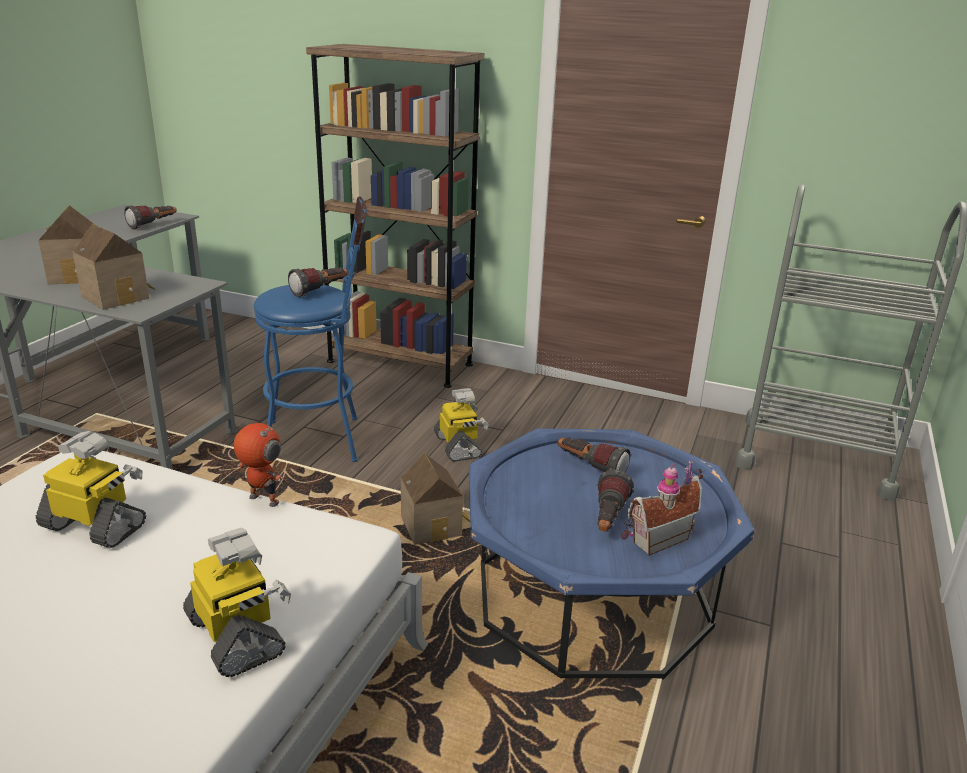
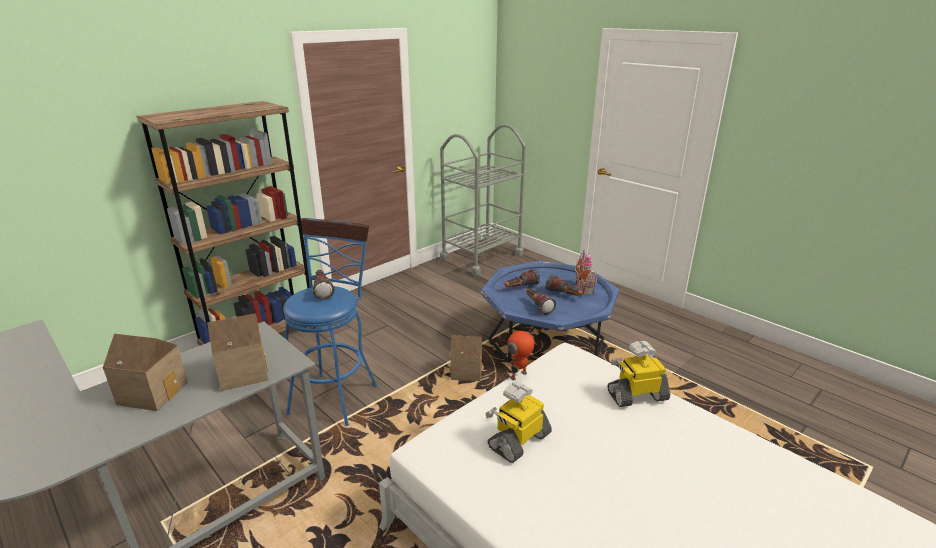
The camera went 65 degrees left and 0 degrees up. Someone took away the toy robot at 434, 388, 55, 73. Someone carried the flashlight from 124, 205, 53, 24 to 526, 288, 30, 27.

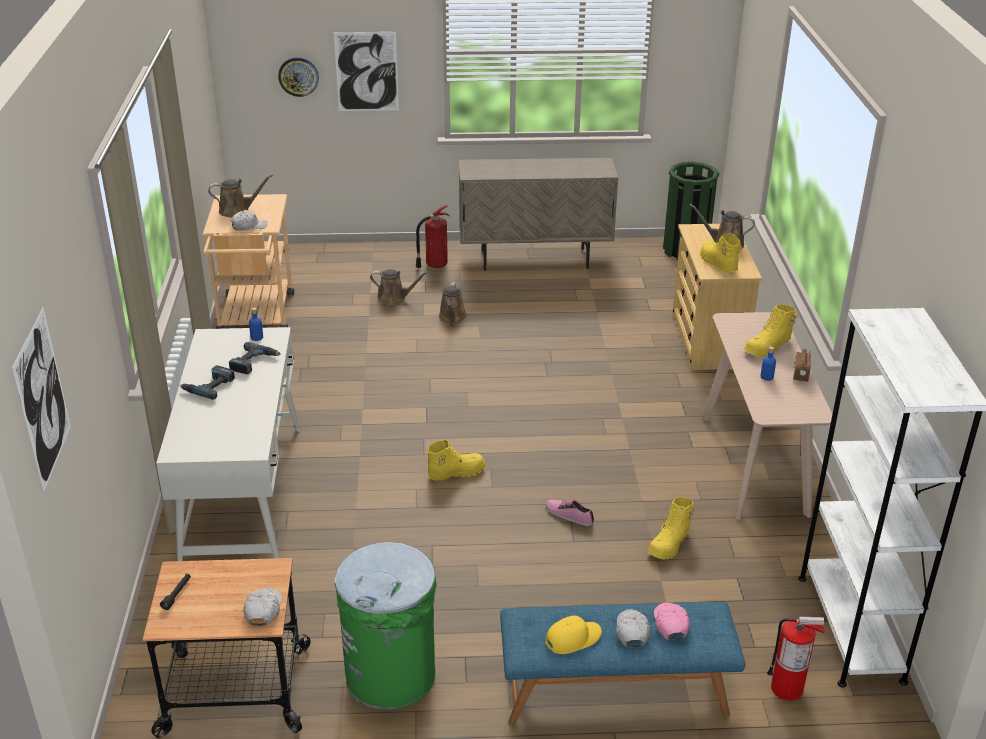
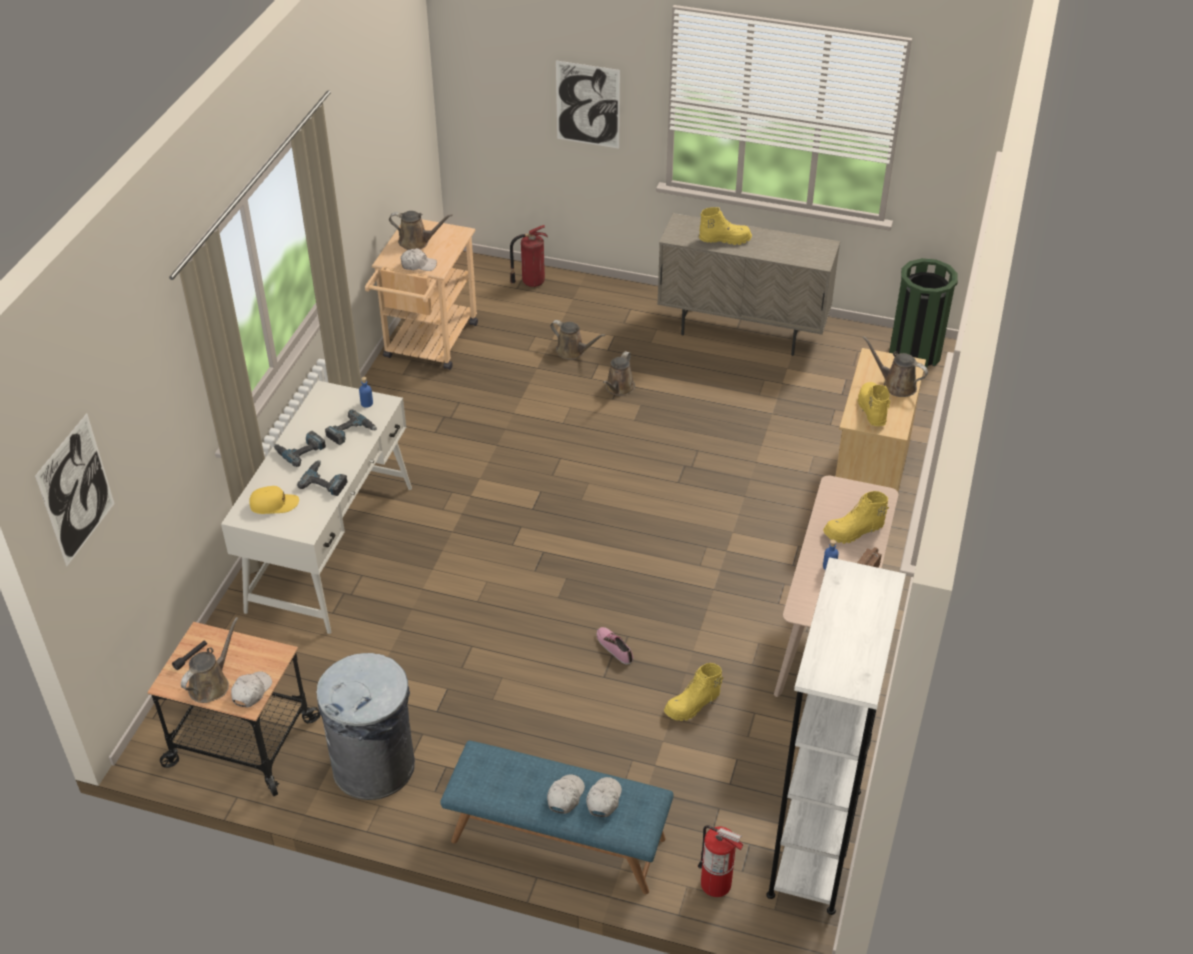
The camera went 20 degrees right and 10 degrees up. Someone took away the wall clock at 278, 57, 41, 40. Someone put down the brown watering can at 181, 617, 57, 86. Someone put down the power drill at 297, 460, 51, 36. Someone carried the fire extinguisher from 416, 205, 34, 63 to 510, 225, 38, 62. Someone carried the yellow boot from 428, 439, 58, 42 to 699, 207, 53, 38. Someone carried the yellow cap from 545, 616, 57, 38 to 249, 486, 50, 28. Someone repainted the green trash can at 335, 542, 102, 169, which became the grey trash can at 317, 653, 98, 147. Someone repainted the pink cap at 654, 602, 36, 38, which became the white cap at 586, 777, 36, 40.

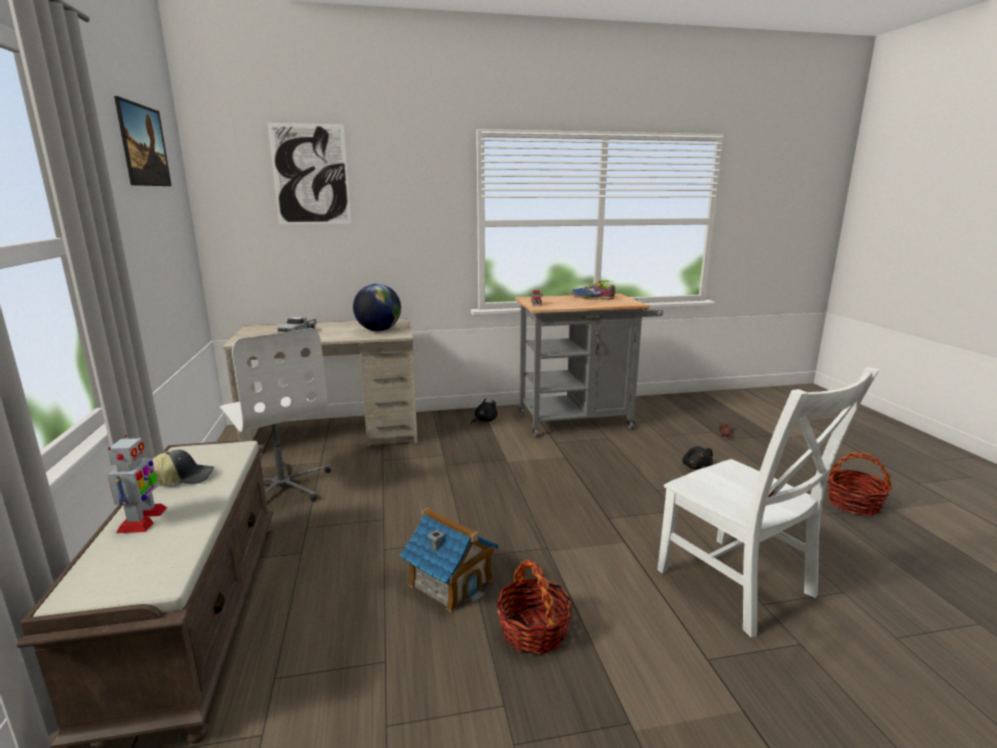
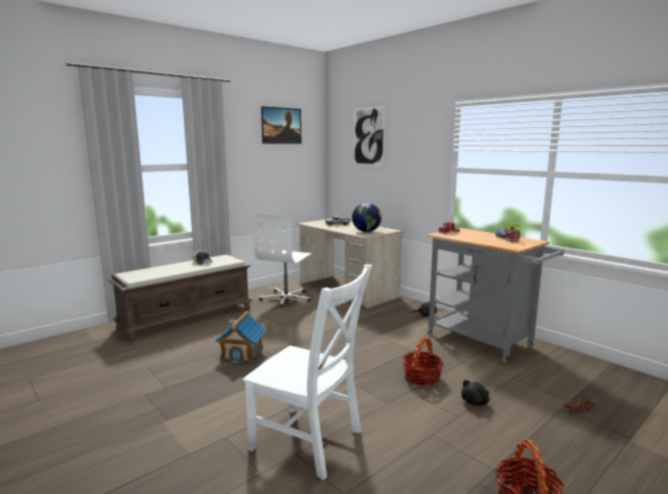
The camera went 60 degrees right and 5 degrees down. Someone took away the toy robot at 108, 435, 59, 98. Someone carried the basket from 496, 559, 76, 96 to 403, 337, 41, 49. Someone rotated the white chair at 657, 367, 223, 271 by 90 degrees counterclockwise.

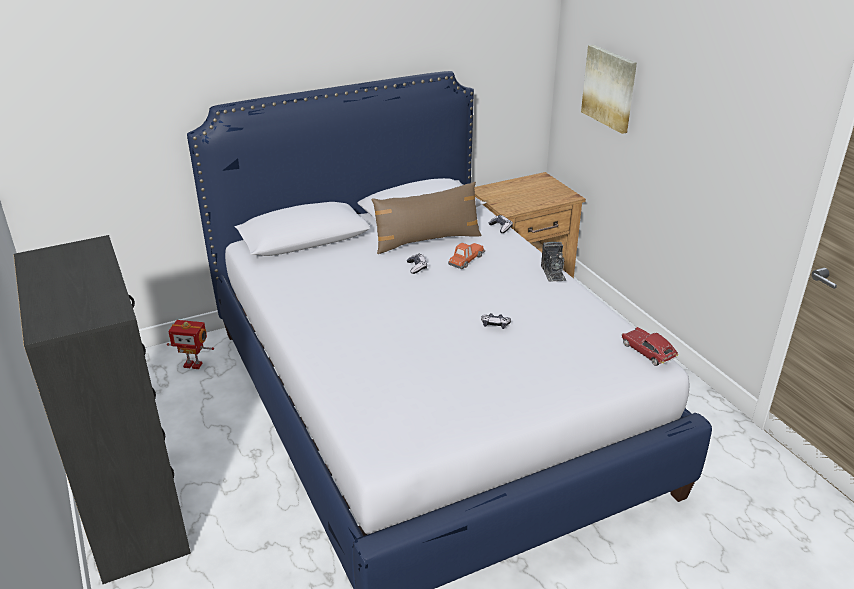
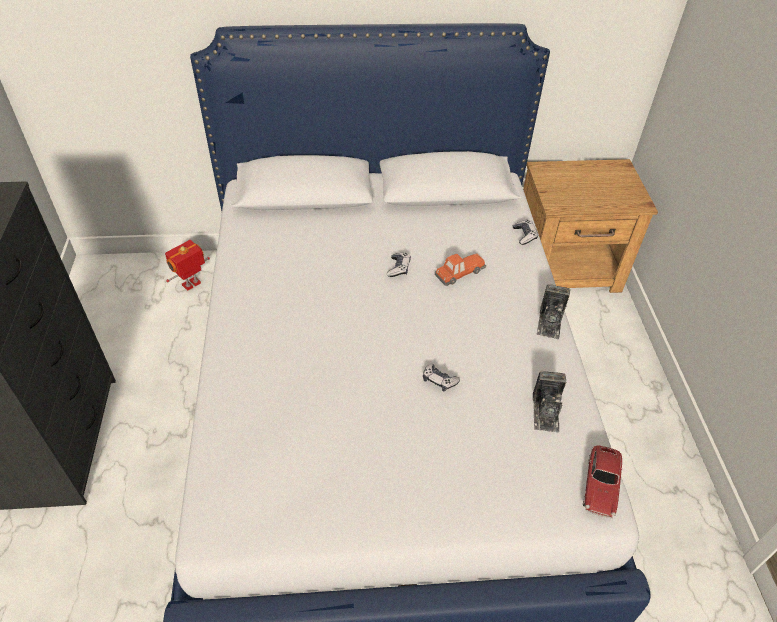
The camera went 20 degrees right and 15 degrees up. Someone took away the brown pillow at 372, 182, 110, 72. Someone took away the picture at 581, 45, 56, 89. Someone put down the photo camera at 533, 371, 33, 61. Someone rotated the toy robot at 167, 320, 47, 49 by 105 degrees clockwise. Someone rotated the toy car at 622, 327, 56, 39 by 150 degrees counterclockwise.

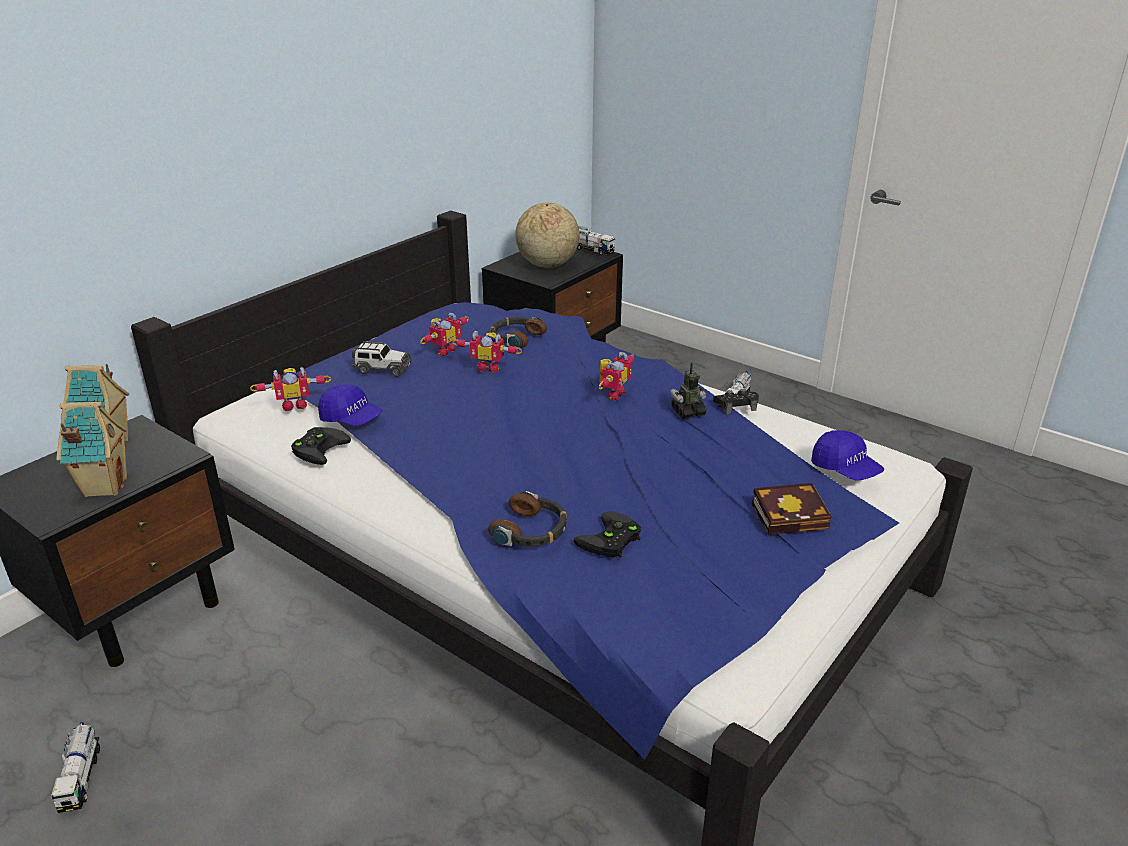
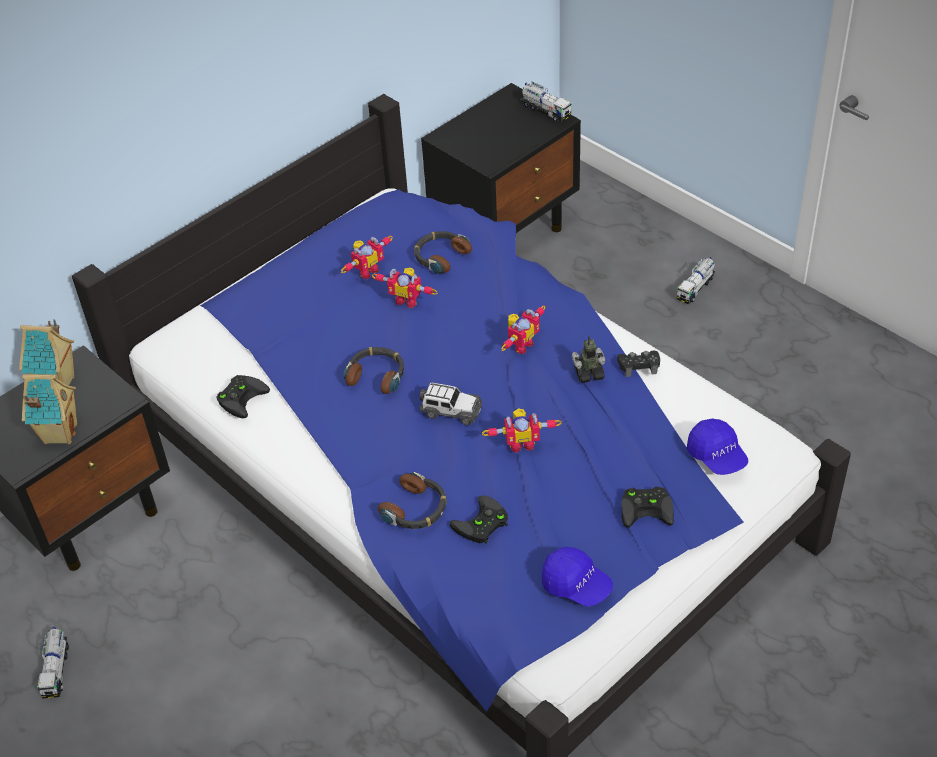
The camera went 10 degrees right and 15 degrees up. Someone took away the globe at 515, 203, 64, 65. Someone put down the headphones at 343, 347, 61, 47. Someone carried the toy robot from 250, 367, 81, 44 to 482, 408, 80, 45. Someone carried the blue cap from 318, 384, 65, 42 to 542, 547, 71, 60. Someone carried the toy car from 352, 341, 59, 36 to 420, 382, 62, 43. Someone swapped the book at 752, 483, 79, 52 for the black game controller at 621, 487, 53, 41.

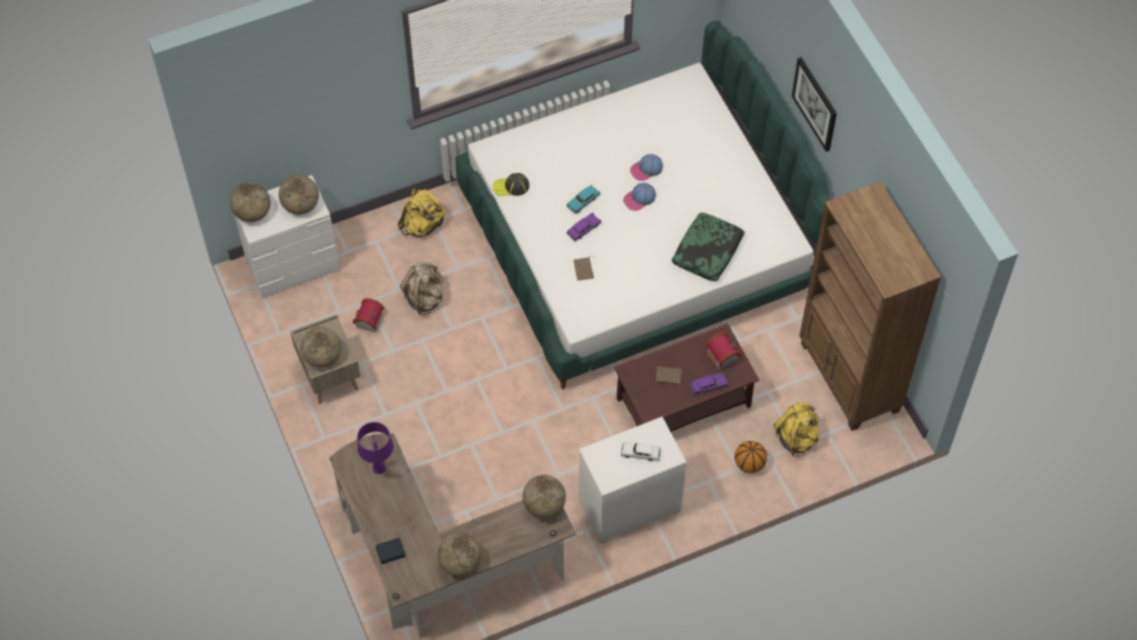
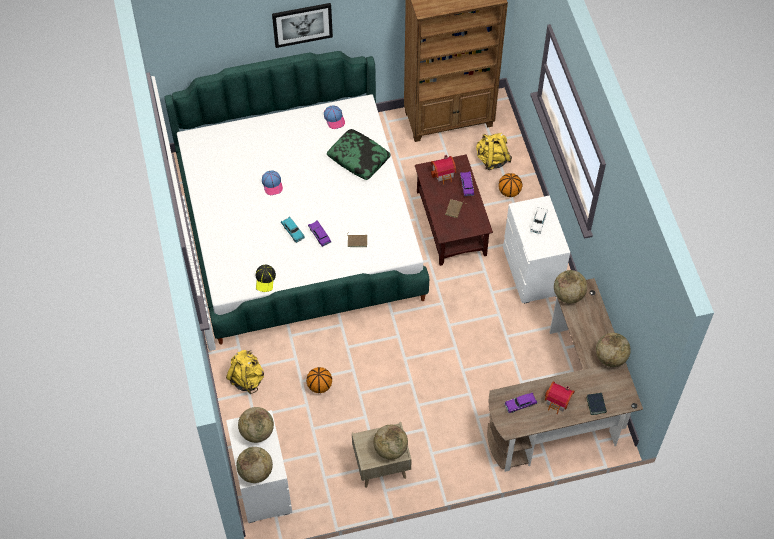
The camera went 80 degrees left and 0 degrees up. Someone carried the toy house from 352, 298, 33, 35 to 545, 381, 30, 33. Someone carried the cap from 623, 183, 33, 28 to 324, 105, 21, 24. Someone swapped the purple table lamp at 357, 422, 36, 52 for the purple toy car at 504, 393, 33, 20. Someone swapped the beige backpack at 400, 261, 43, 54 for the basketball at 306, 367, 26, 26.

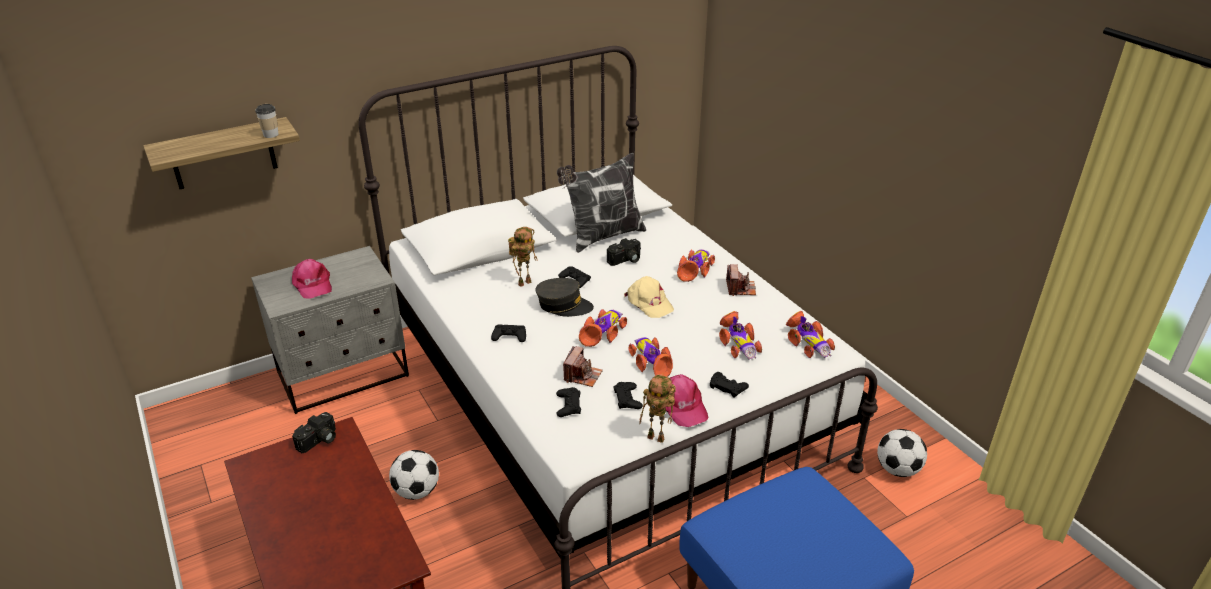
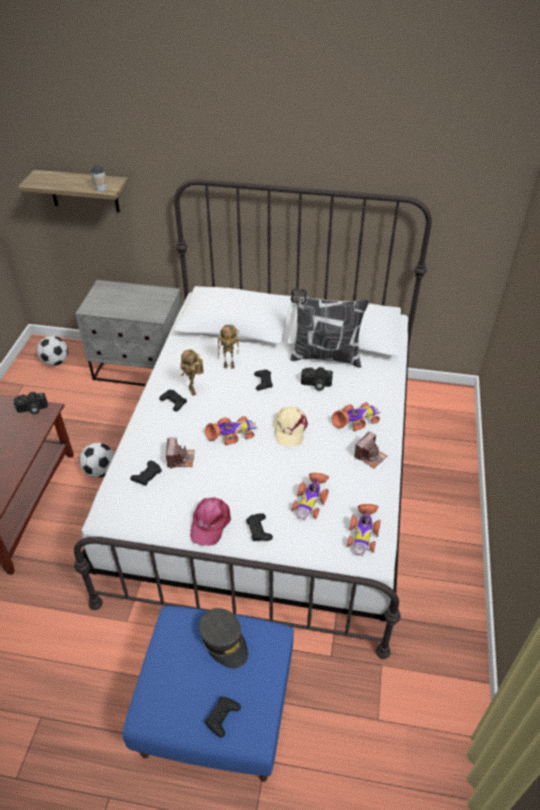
The camera went 40 degrees right and 10 degrees up. Someone took away the pink cap at 292, 259, 40, 40. Someone took away the toy car at 628, 337, 45, 40. Someone carried the grey cap from 535, 278, 59, 39 to 199, 608, 49, 61. Someone carried the black game controller from 613, 382, 30, 27 to 205, 697, 36, 41. Someone carried the toy robot from 639, 375, 37, 68 to 180, 349, 24, 47. Someone carried the football from 877, 429, 50, 48 to 37, 336, 31, 30. Someone rotated the photo camera at 563, 346, 40, 41 by 60 degrees counterclockwise.

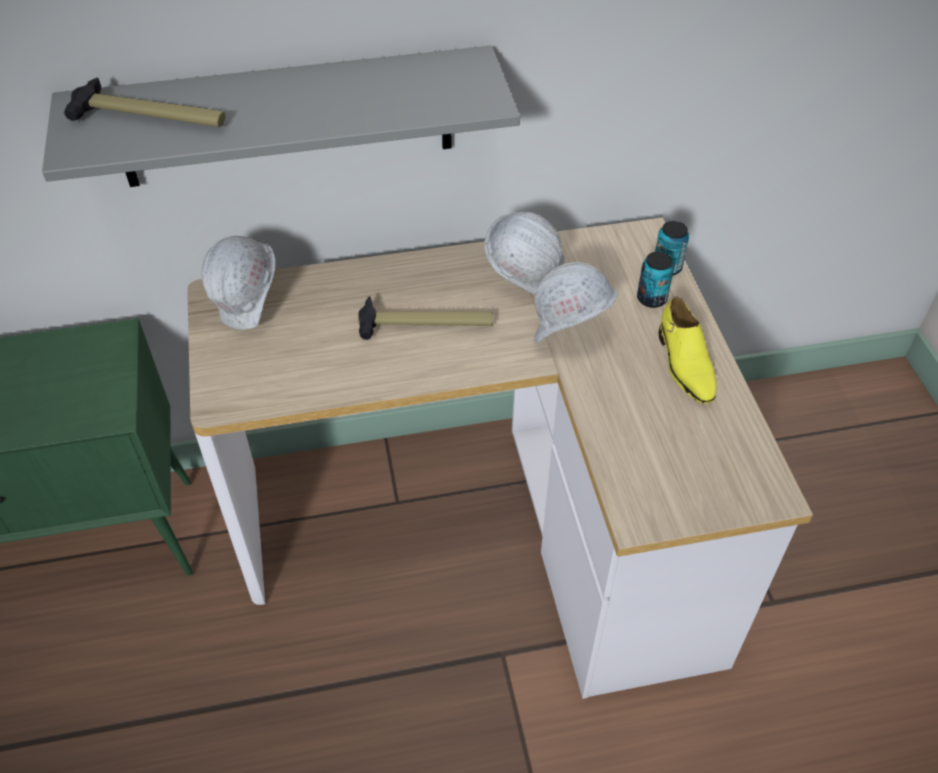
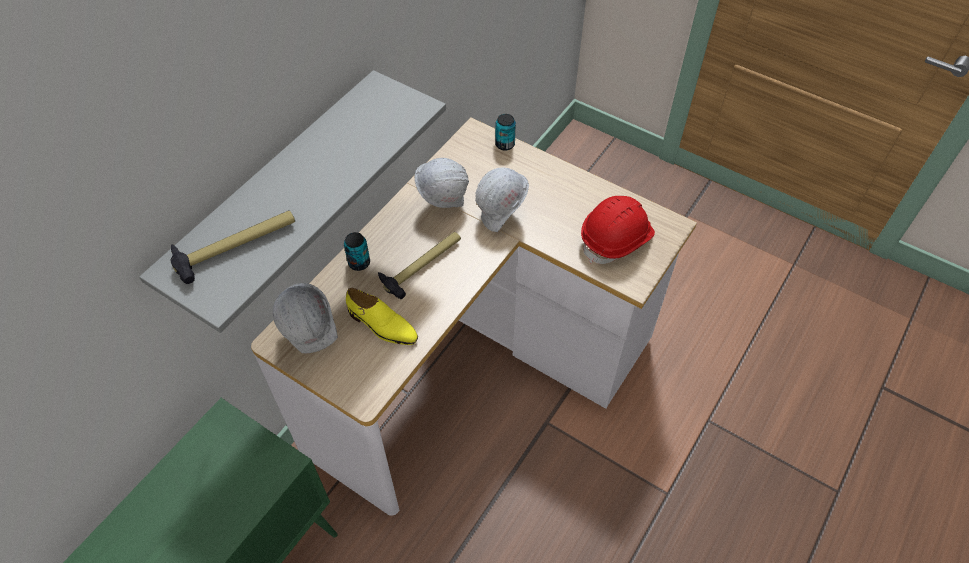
The camera went 45 degrees left and 5 degrees up. Someone put down the red hard hat at 581, 196, 74, 68. Someone carried the can from 637, 252, 37, 56 to 344, 232, 26, 39. Someone carried the yellow shoe from 659, 297, 57, 107 to 346, 288, 72, 57.

